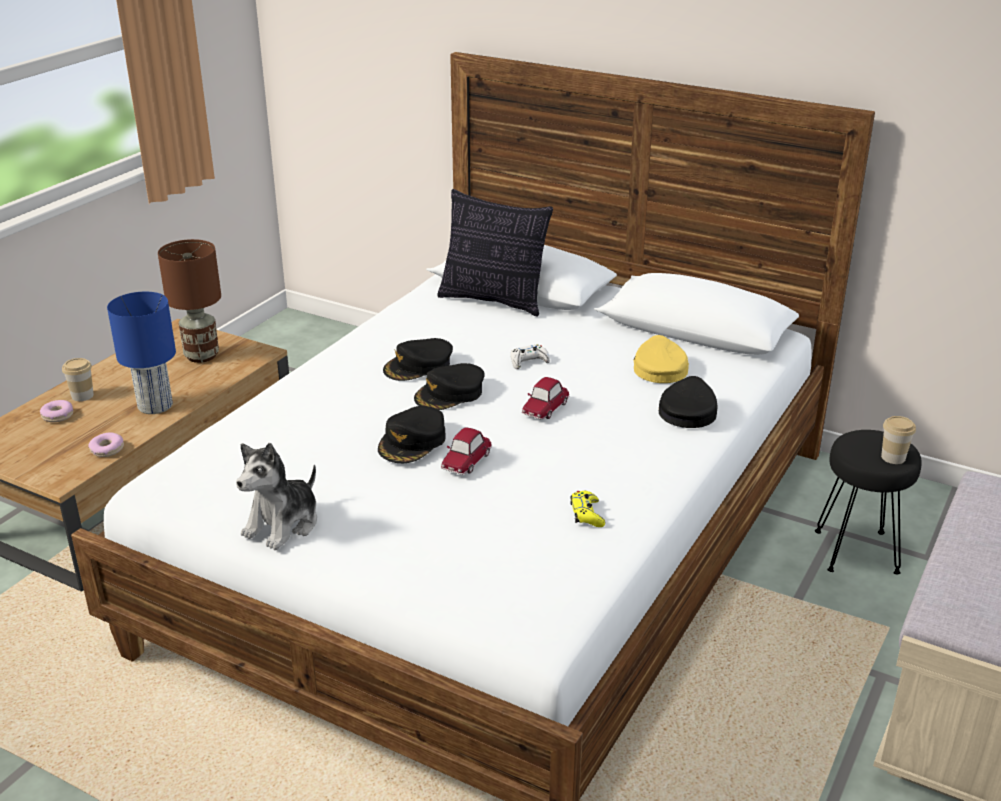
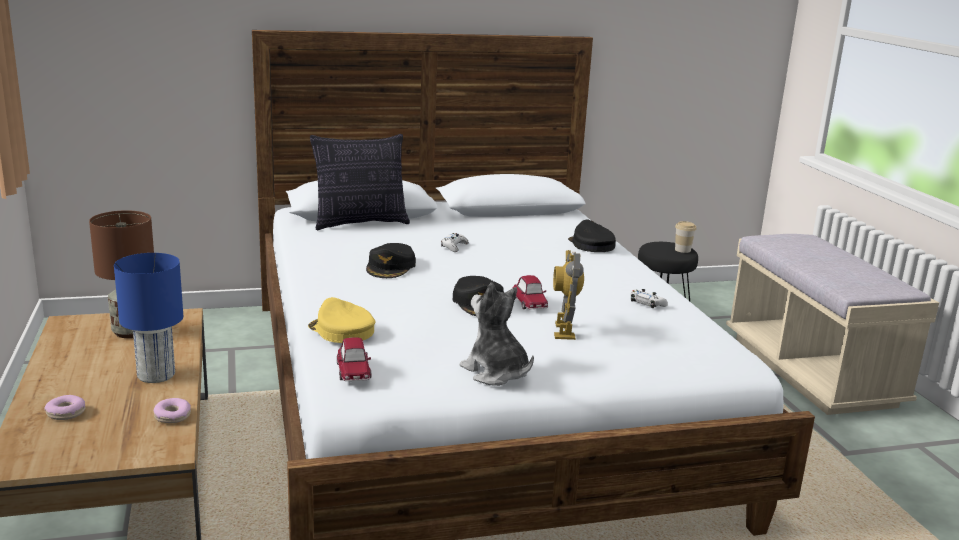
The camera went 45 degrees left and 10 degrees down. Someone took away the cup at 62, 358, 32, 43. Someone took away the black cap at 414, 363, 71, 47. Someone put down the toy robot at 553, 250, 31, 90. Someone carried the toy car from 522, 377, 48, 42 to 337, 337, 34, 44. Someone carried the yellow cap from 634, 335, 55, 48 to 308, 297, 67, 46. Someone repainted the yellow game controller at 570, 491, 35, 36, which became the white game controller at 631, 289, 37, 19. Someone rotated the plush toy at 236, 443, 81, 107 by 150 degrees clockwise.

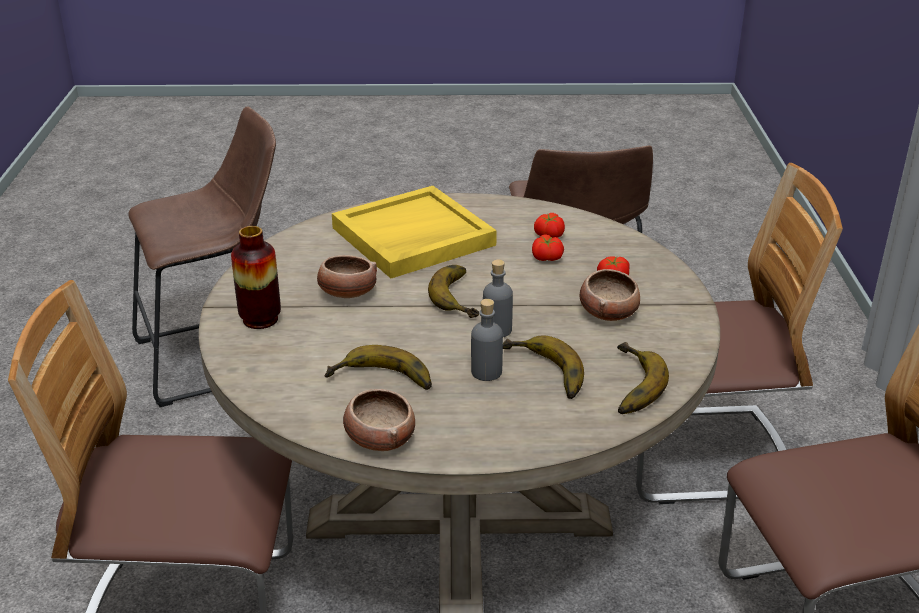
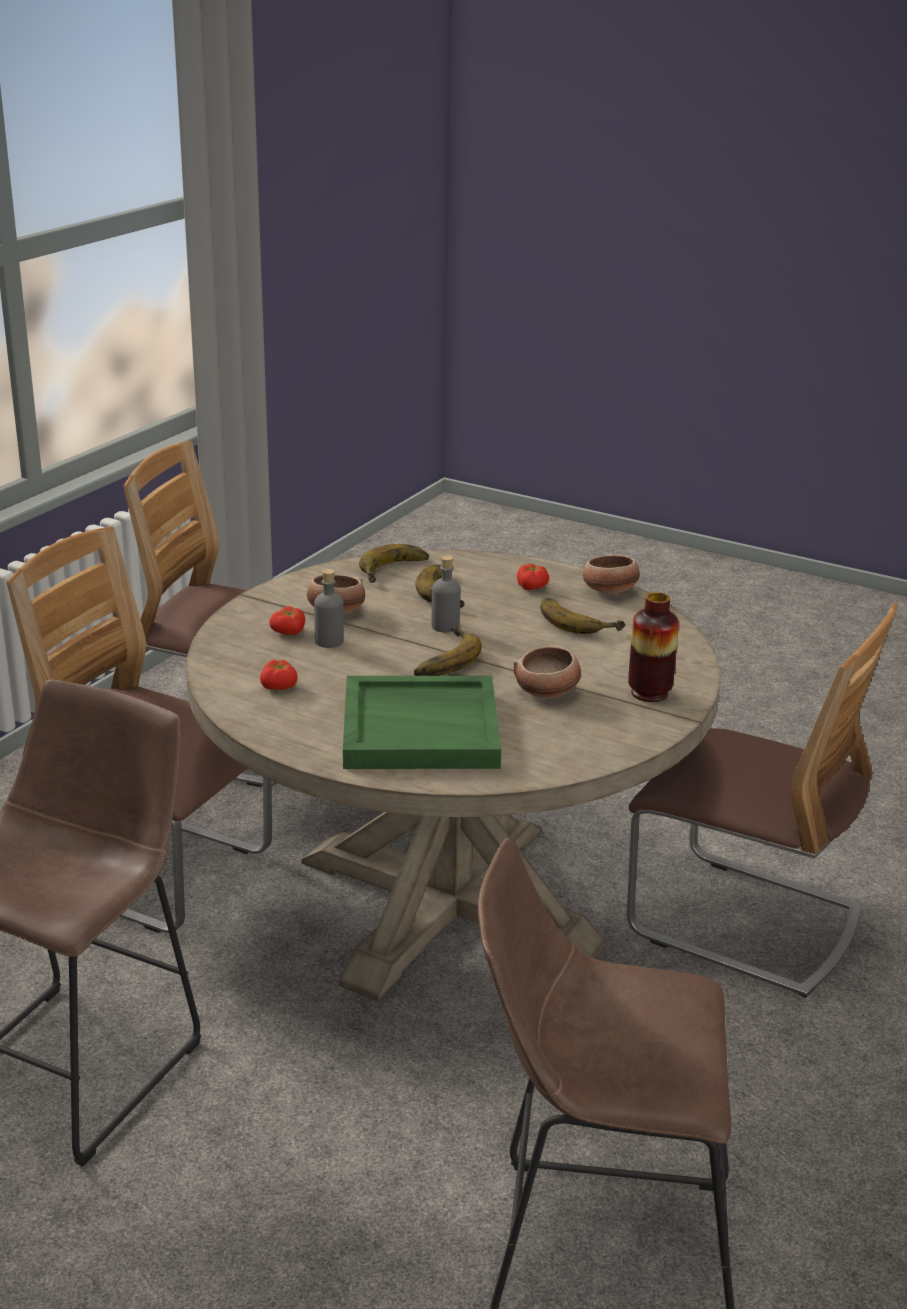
The camera went 150 degrees left and 5 degrees down. Someone carried the grey bottle from 471, 299, 32, 82 to 314, 569, 30, 79. Someone carried the tomato from 532, 234, 32, 27 to 517, 564, 32, 26. Someone repainted the yellow tray at 332, 186, 165, 92, which became the green tray at 343, 676, 158, 93.

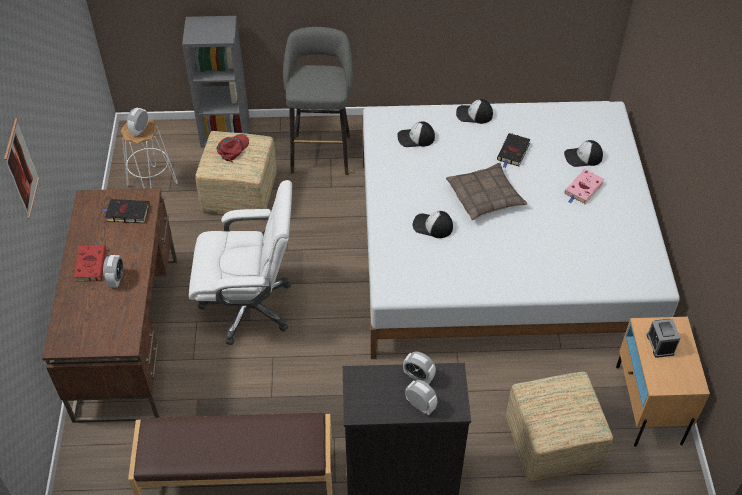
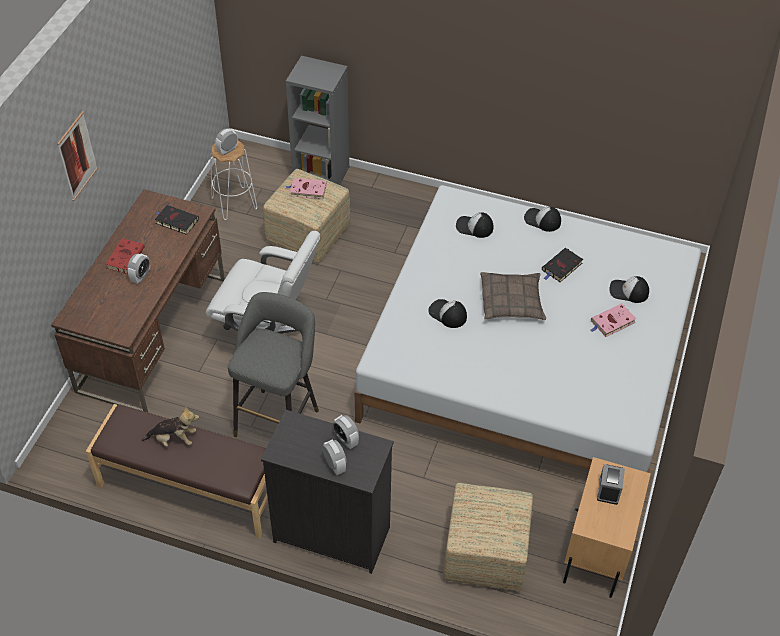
The camera went 20 degrees right and 0 degrees up. Someone put down the plush toy at 142, 406, 57, 41. Someone carried the grey stool from 283, 27, 70, 148 to 228, 292, 91, 145. Someone swapped the red cap at 216, 134, 33, 28 for the pink book at 286, 178, 41, 21.

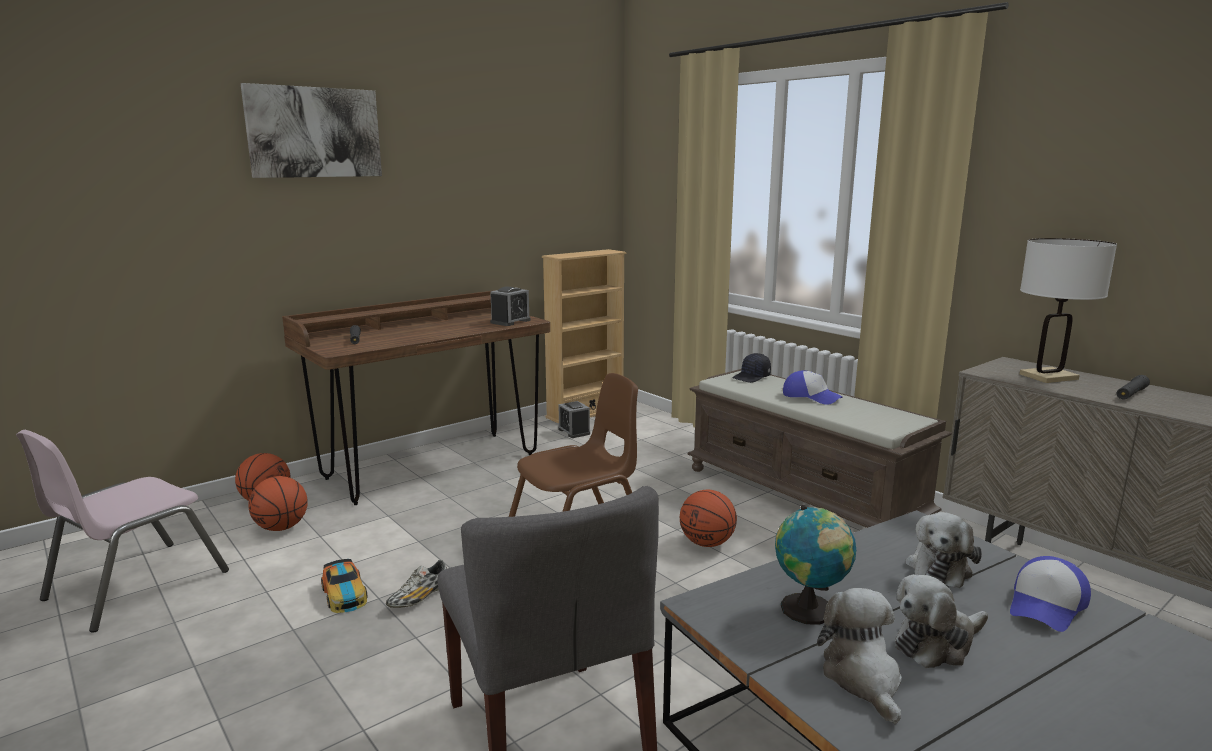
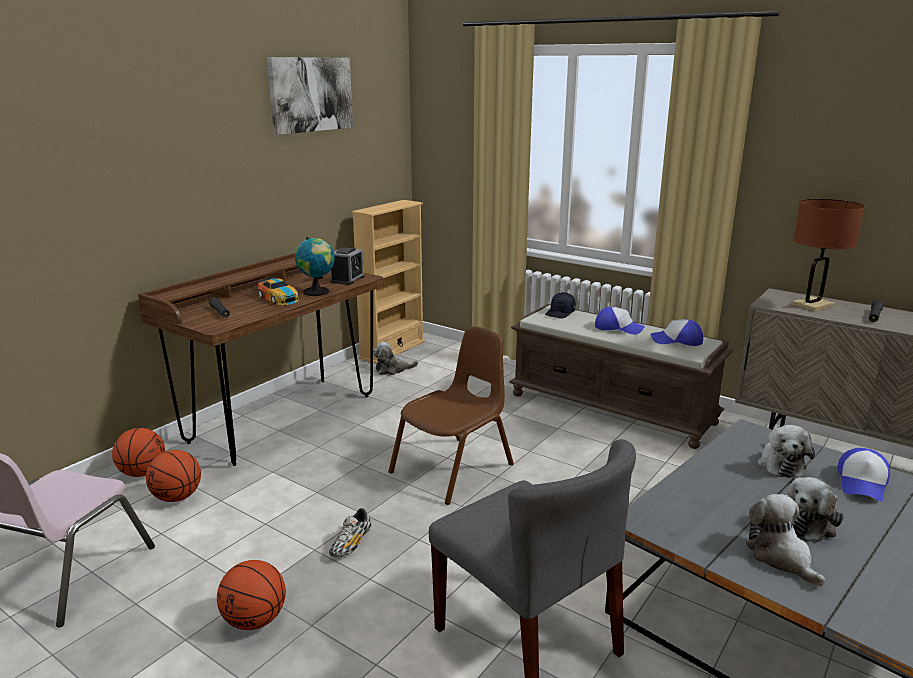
The camera went 15 degrees left and 5 degrees up. Someone put down the cap at 650, 319, 53, 27. Someone carried the picture from 241, 83, 141, 95 to 267, 57, 86, 78. Someone carried the toy car from 321, 559, 47, 54 to 258, 278, 41, 27. Someone carried the basketball from 680, 490, 57, 57 to 217, 560, 69, 70. Someone carried the globe from 775, 505, 81, 120 to 295, 237, 40, 59. Someone swapped the alarm clock at 558, 401, 32, 37 for the plush toy at 373, 342, 45, 33. Someone repainted the white table lamp at 1020, 238, 97, 145, which became the brown table lamp at 792, 199, 73, 112.

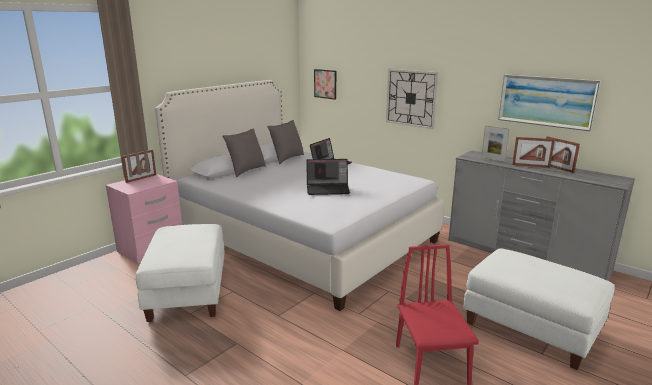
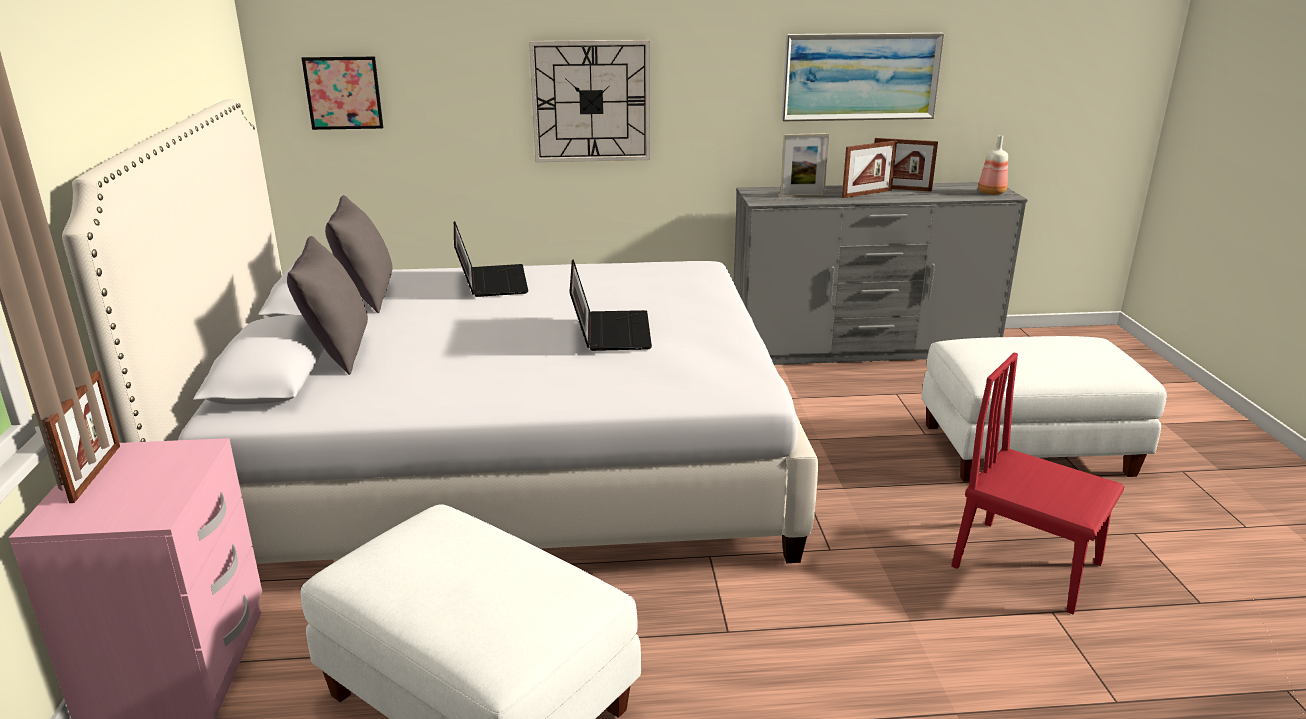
The camera went 45 degrees left and 5 degrees up. Someone put down the bottle at 978, 136, 30, 59. Someone rotated the laptop at 306, 159, 44, 36 by 45 degrees counterclockwise.

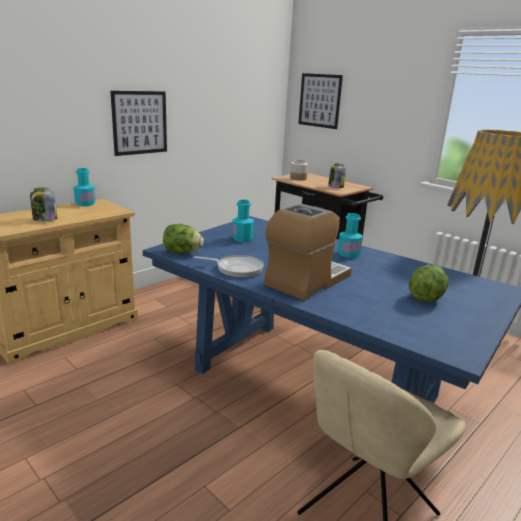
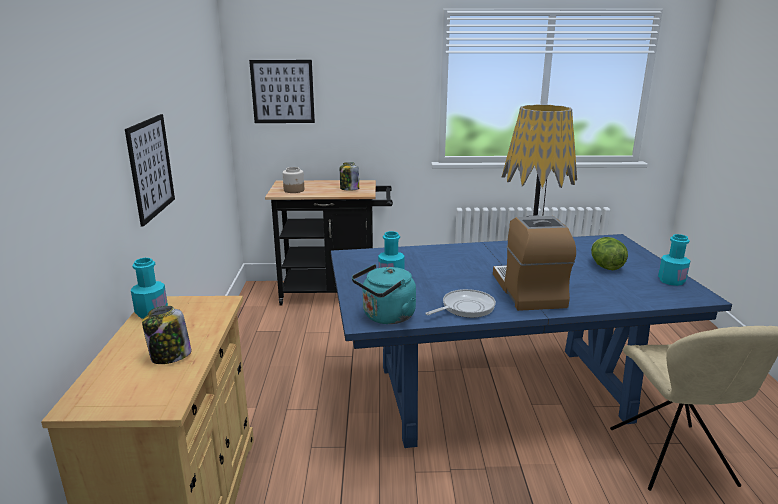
The camera went 45 degrees left and 0 degrees up. Someone carried the turquoise bottle from 338, 213, 24, 45 to 658, 234, 32, 52. Someone swapped the lettuce at 163, 224, 41, 30 for the turquoise kettle at 352, 264, 64, 60.

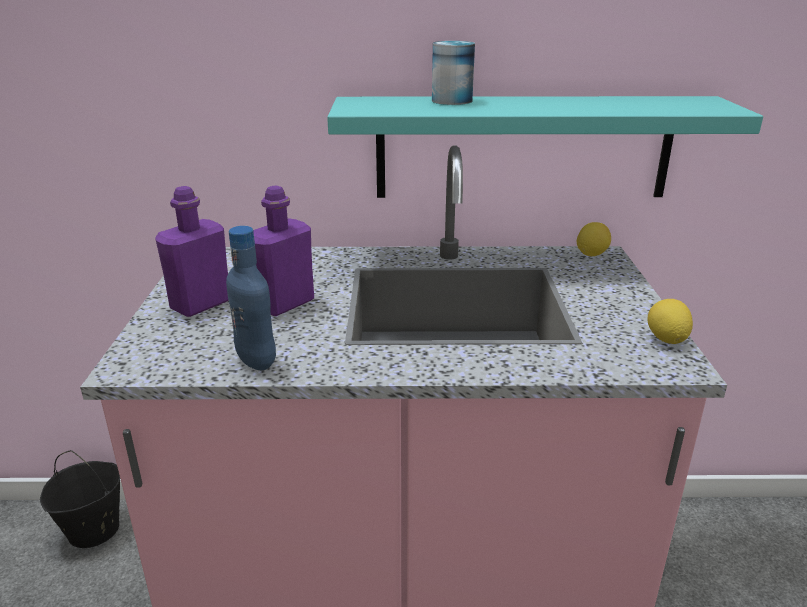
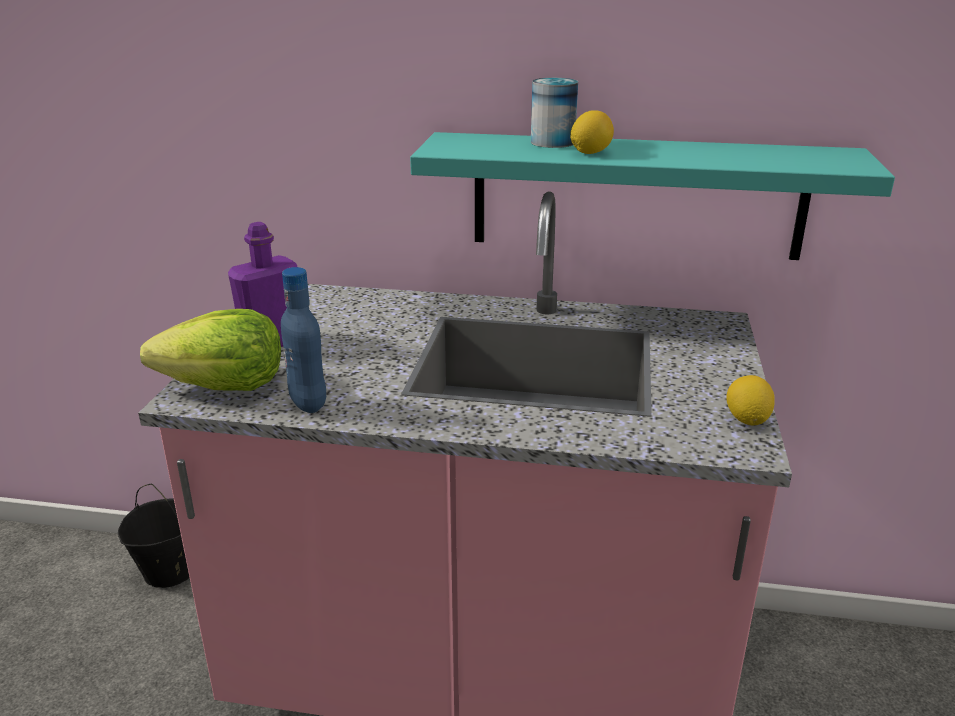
The camera went 10 degrees right and 0 degrees up. Someone took away the purple bottle at 253, 186, 61, 130. Someone put down the lettuce at 140, 309, 141, 82. Someone carried the lemon from 577, 222, 34, 34 to 570, 110, 44, 44.

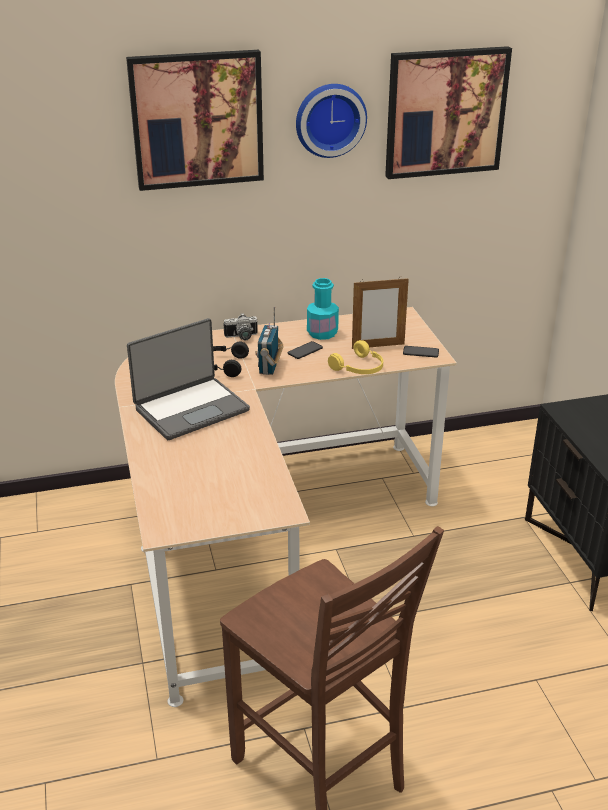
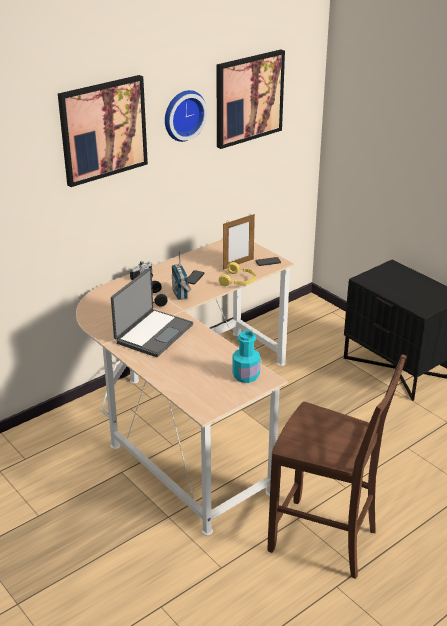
The camera went 25 degrees left and 0 degrees up. Someone carried the turquoise bottle from 307, 278, 32, 62 to 232, 331, 29, 52.

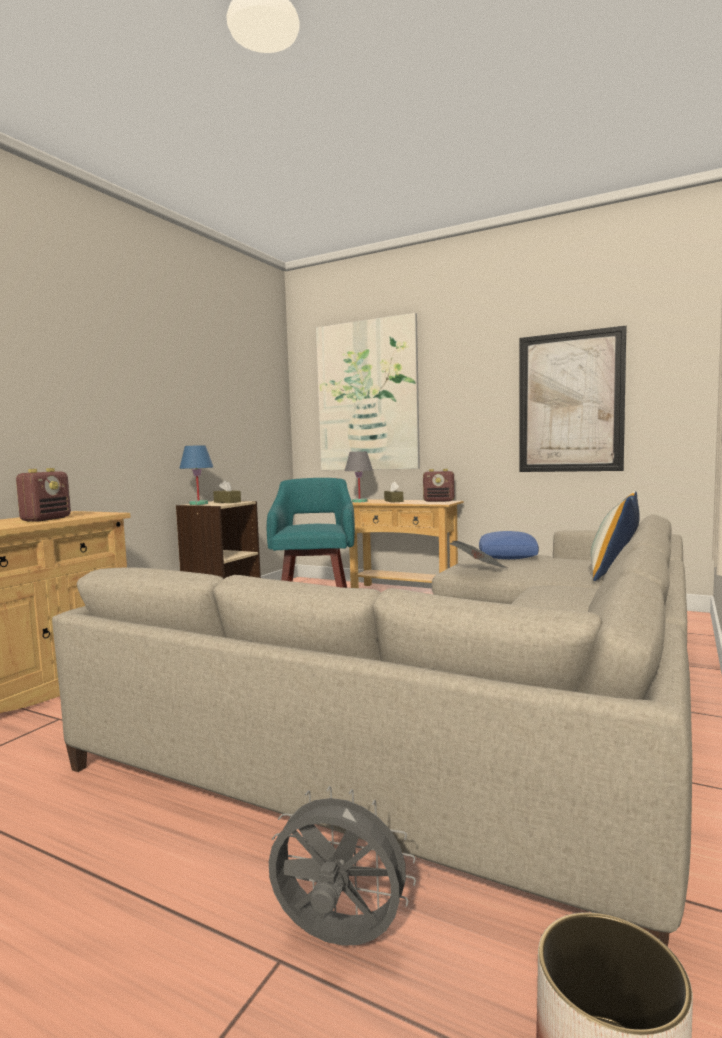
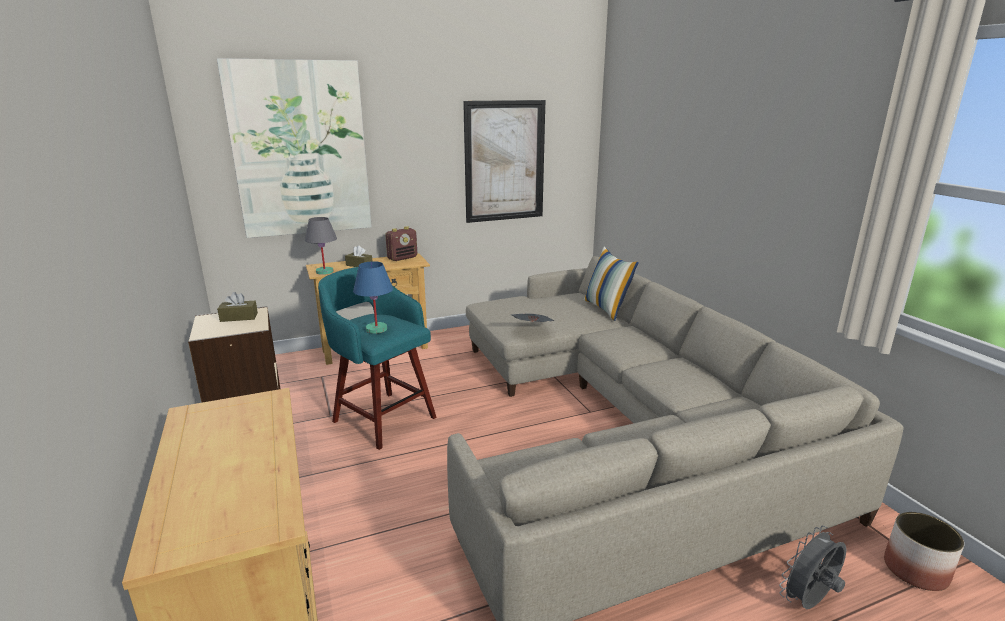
The camera went 50 degrees left and 15 degrees up. Someone took away the radio at 16, 468, 55, 54. Someone took away the blue pillow at 479, 531, 60, 28. Someone carried the blue table lamp from 179, 445, 34, 60 to 353, 261, 40, 73.

